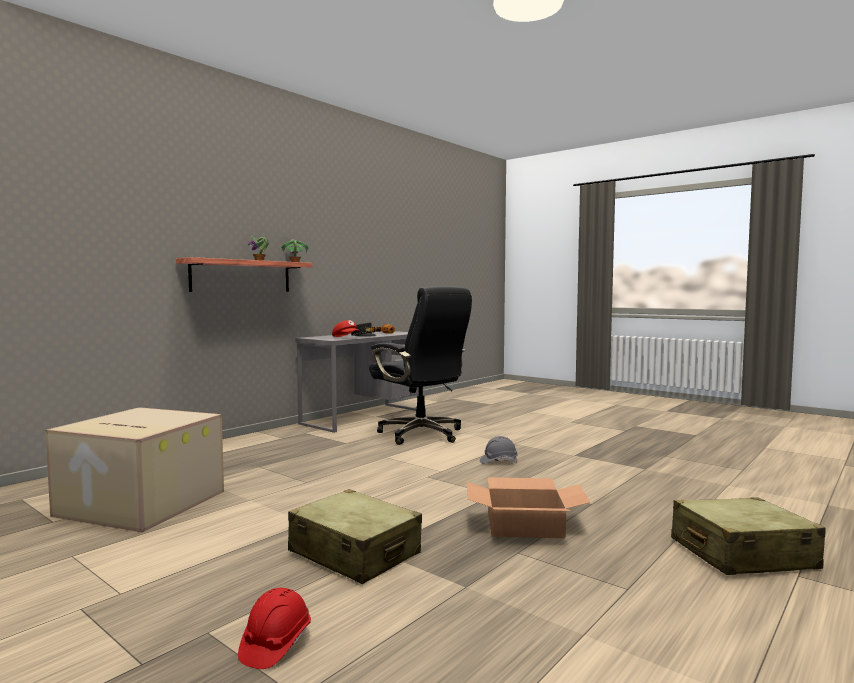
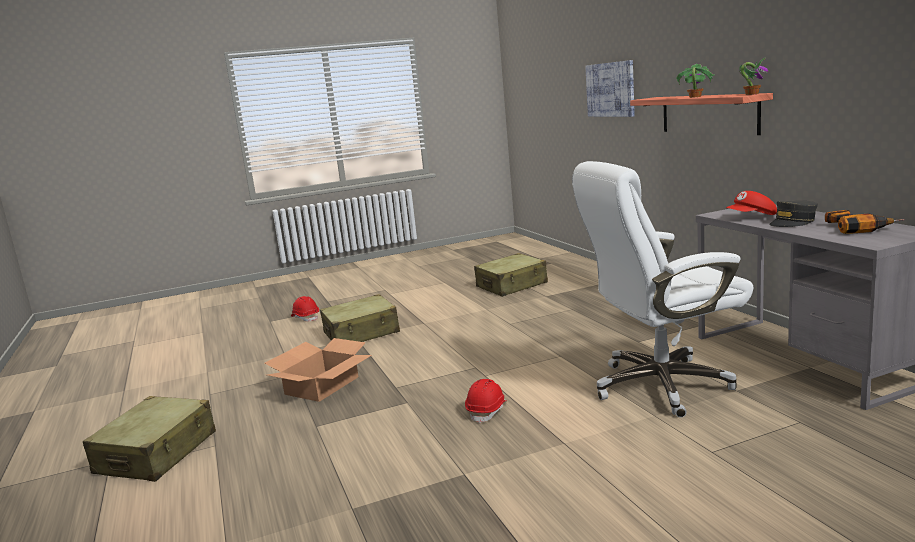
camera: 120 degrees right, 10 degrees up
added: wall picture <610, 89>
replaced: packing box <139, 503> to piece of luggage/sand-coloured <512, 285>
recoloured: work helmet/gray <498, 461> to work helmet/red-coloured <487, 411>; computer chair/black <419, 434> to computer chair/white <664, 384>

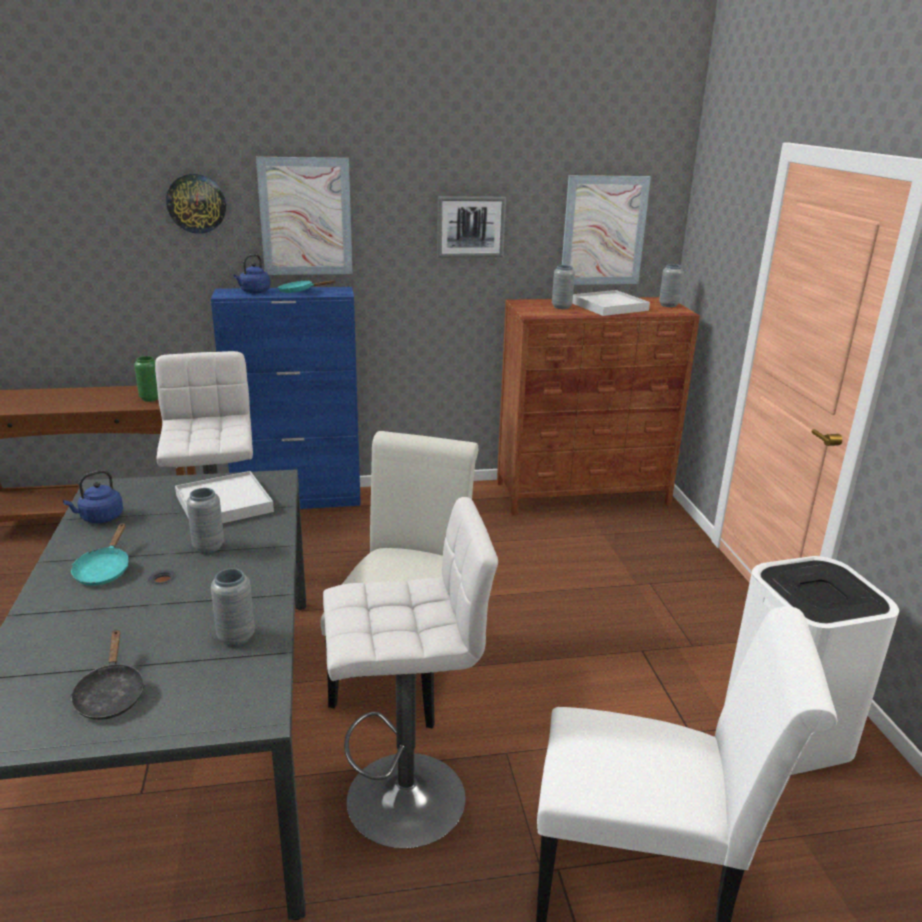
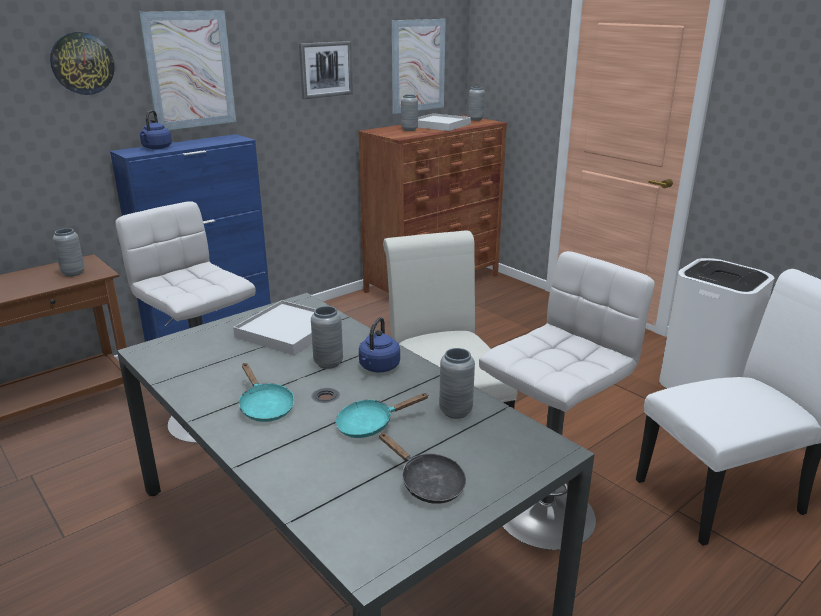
camera: 30 degrees left, 0 degrees up
moved: frying pan/turquoise-coloured <299, 292> to <370, 424>; tea kettle/blue <99, 518> to <378, 367>
recoloured: decorative vase/green-coloured <150, 398> to decorative vase/gray <73, 273>

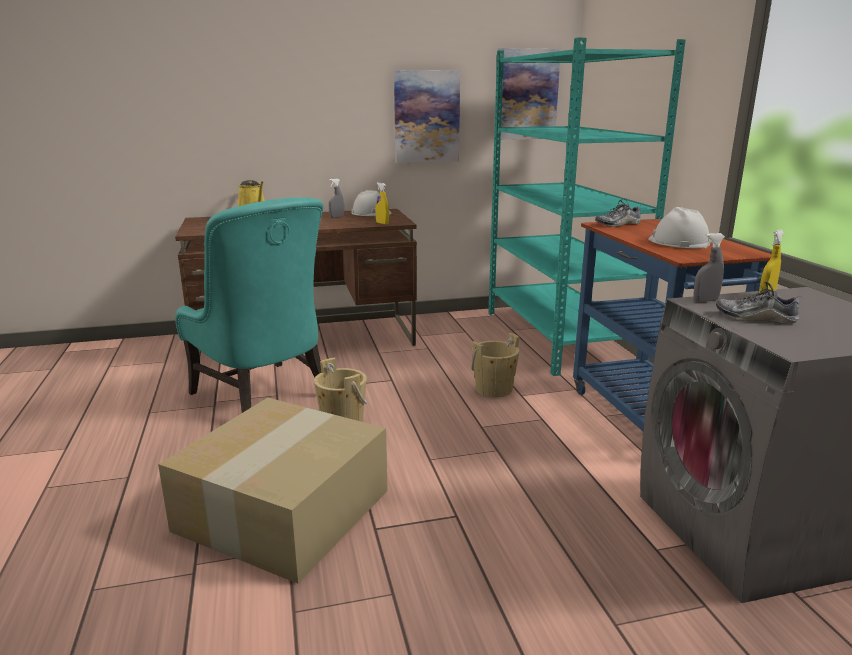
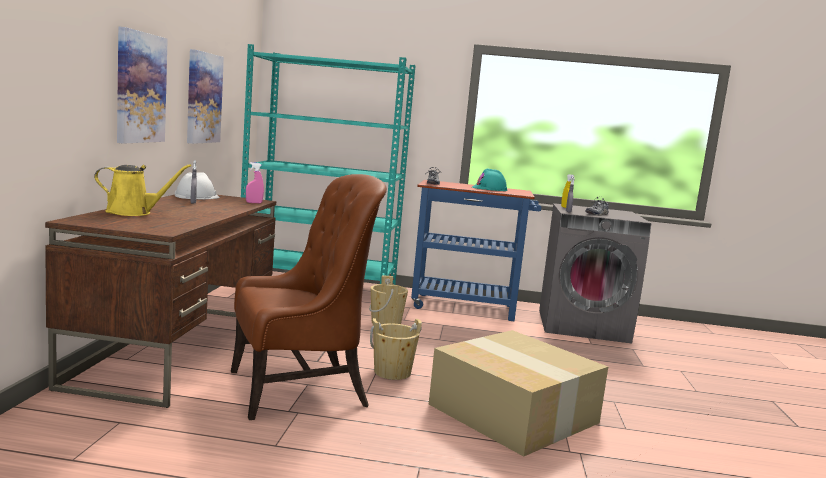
camera: 70 degrees left, 10 degrees down
moved: wall picture <526, 94> to <140, 88>
recoloured: chair/turquoise-coloured <264, 395> to chair/brown <300, 389>; spray bottle/yellowish <382, 223> to spray bottle/pinkish <254, 203>; work helmet/white <678, 242> to work helmet/turquoise-coloured <489, 189>

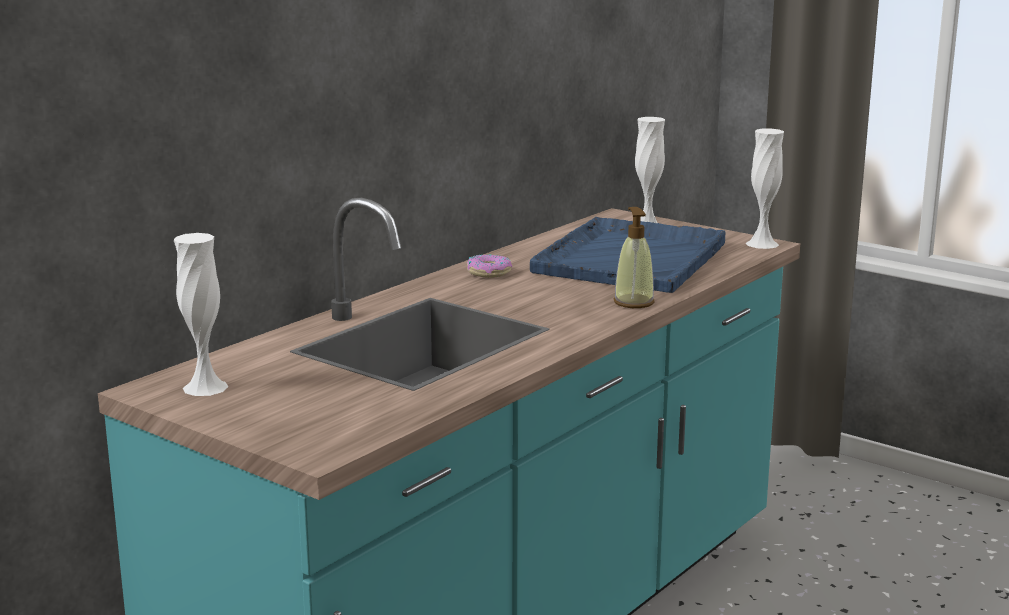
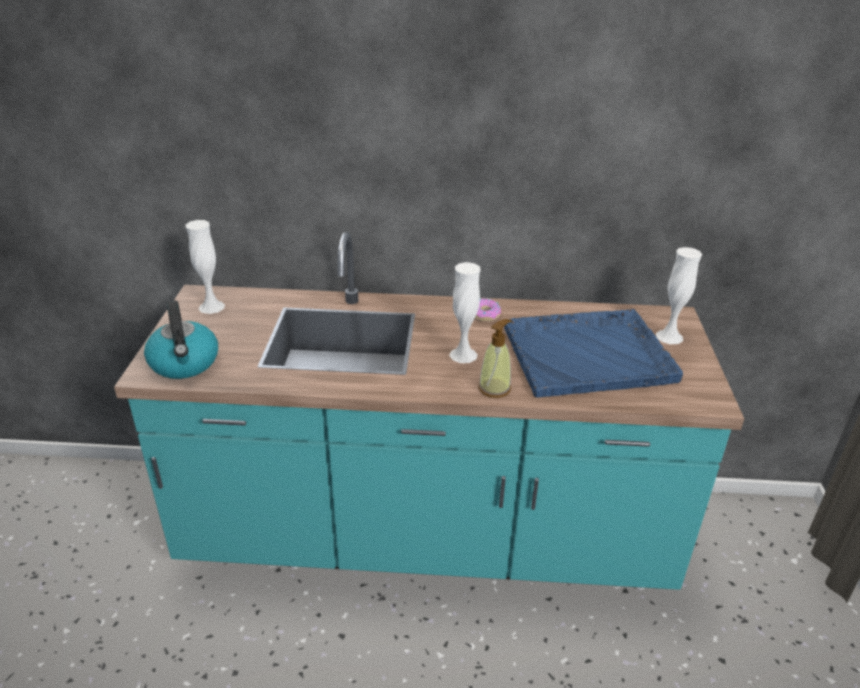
camera: 55 degrees right, 15 degrees up
added: tea kettle <185, 363>
moved: decorative vase/white <762, 244> to <463, 355>

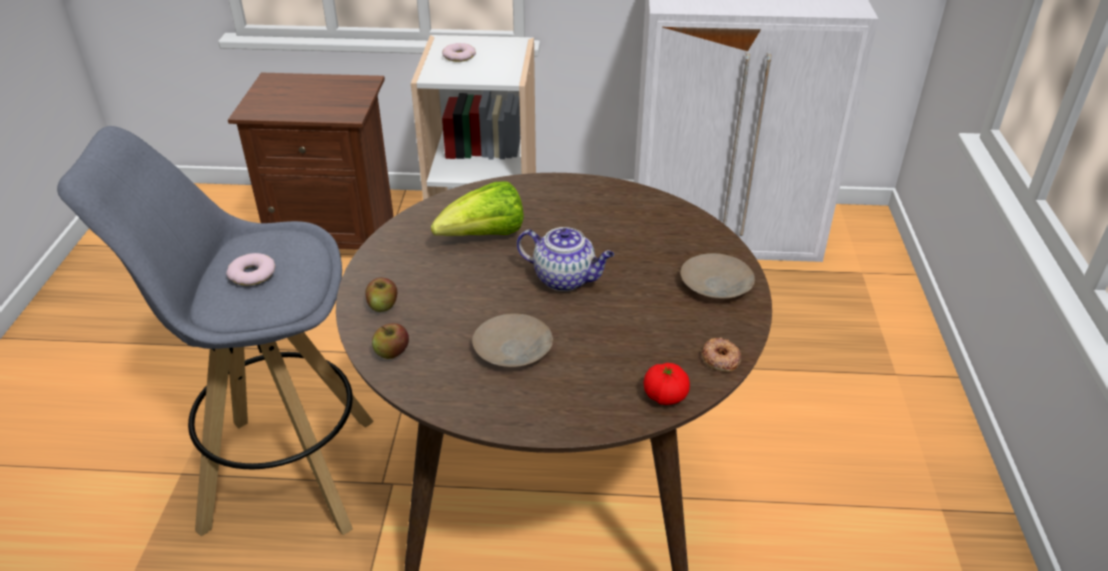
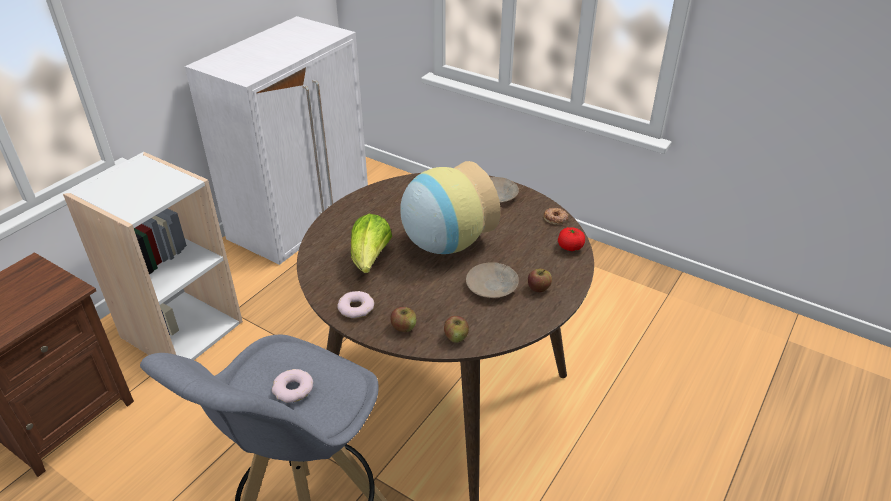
camera: 60 degrees left, 0 degrees up
added: whole apple <538, 288>
moved: ring doughnut <459, 56> to <356, 308>
replaced: pot for tea <565, 279> to decorative vase <444, 243>

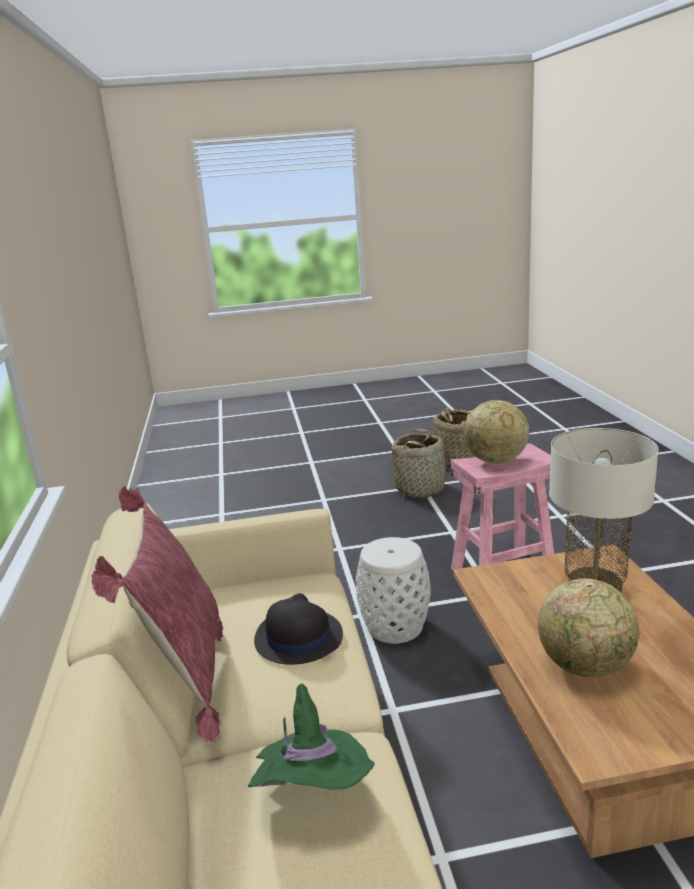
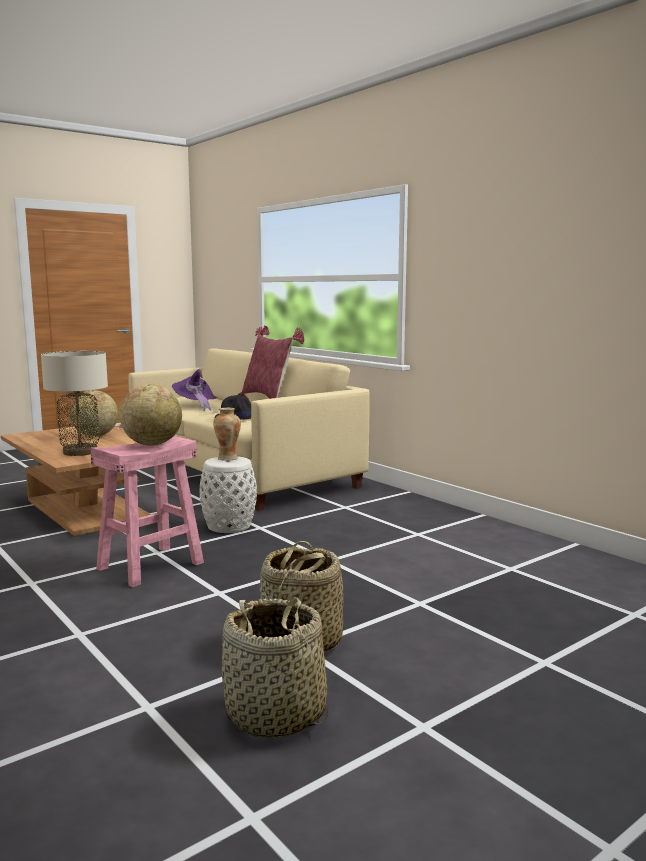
camera: 150 degrees right, 10 degrees down
added: decorative vase <228, 458>
recoloured: wearable hat/green-coloured <314, 794> to wearable hat/purple <195, 406>

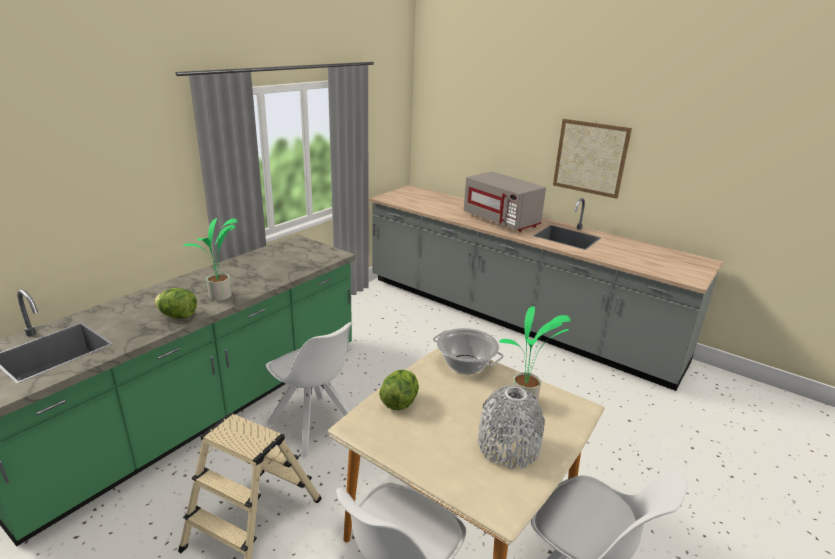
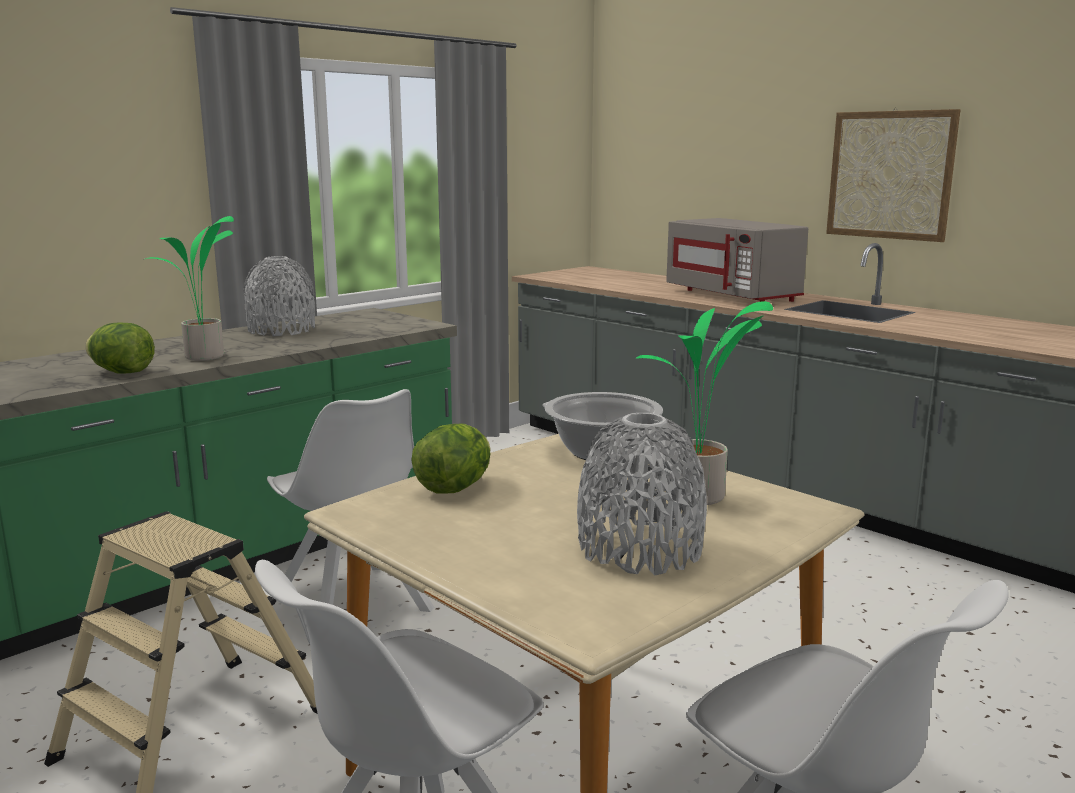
camera: 10 degrees right, 10 degrees down
added: decorative vase/gray <281, 330>

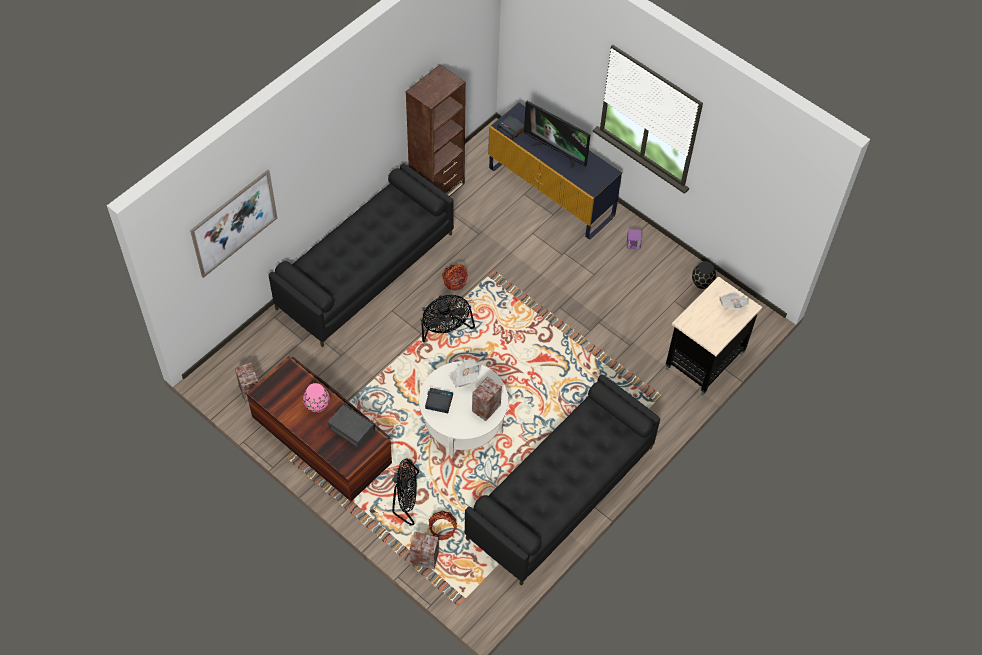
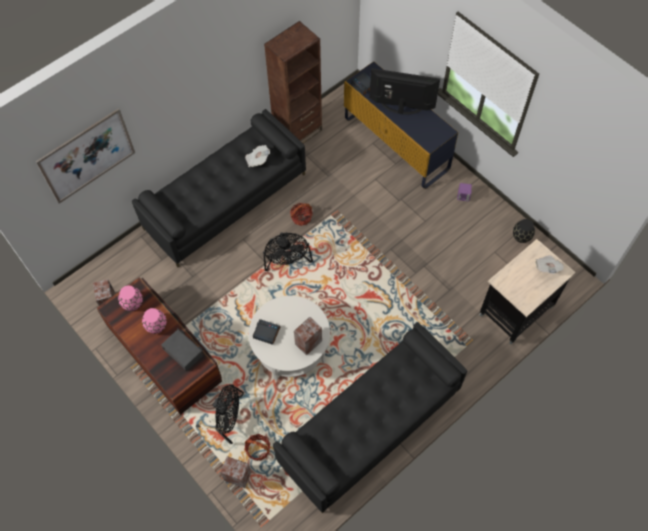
camera: 10 degrees right, 5 degrees up
added: decorative vase/pinkish <132, 304>
moved: newspaper <464, 377> to <257, 160>
turned: TV <556, 151> = <401, 108> 150 degrees clockwise

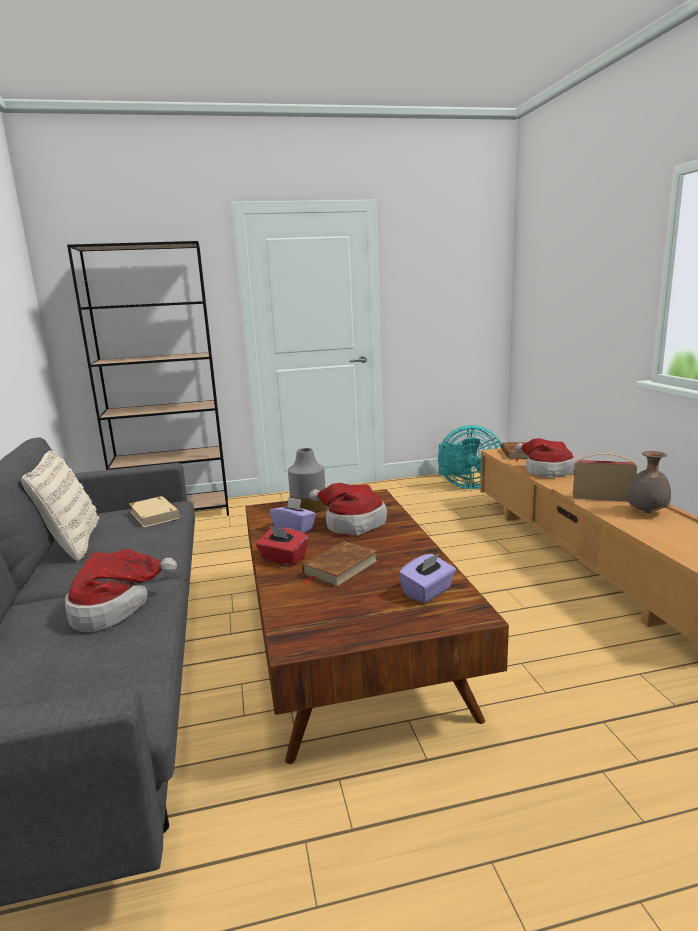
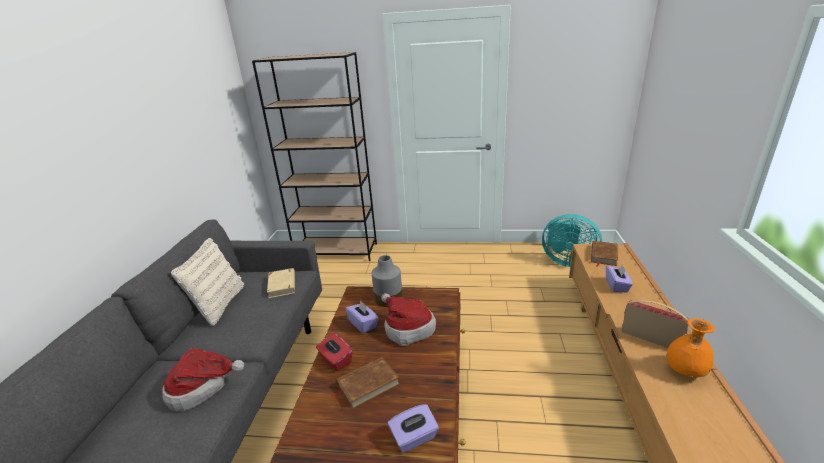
camera: 20 degrees right, 10 degrees up
replaced: wearable hat <546, 471> to tissue box/purple <617, 286>
recoloured: decorative vase/gray <646, 512> to decorative vase/orange <684, 371>

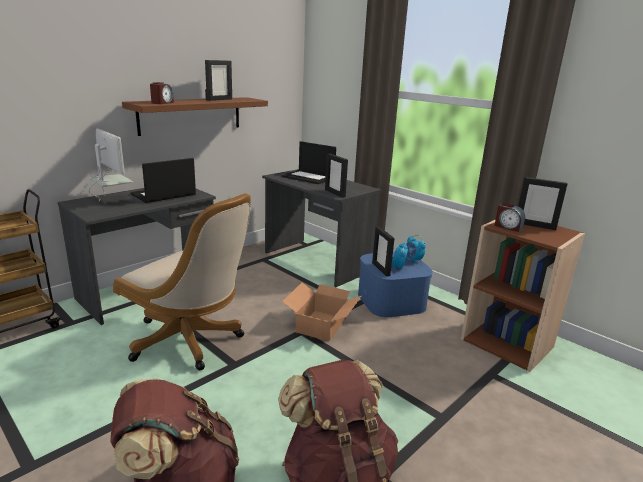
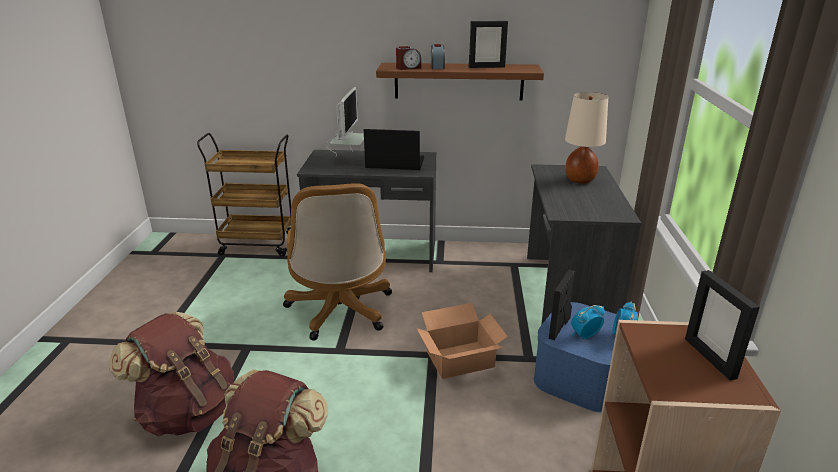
camera: 50 degrees right, 5 degrees up
removed: standing frame <335, 193>
moved: table clock <508, 227> to <437, 66>
replaced: portable computer <309, 177> to lamp for a table/sand-coloured <580, 180>

